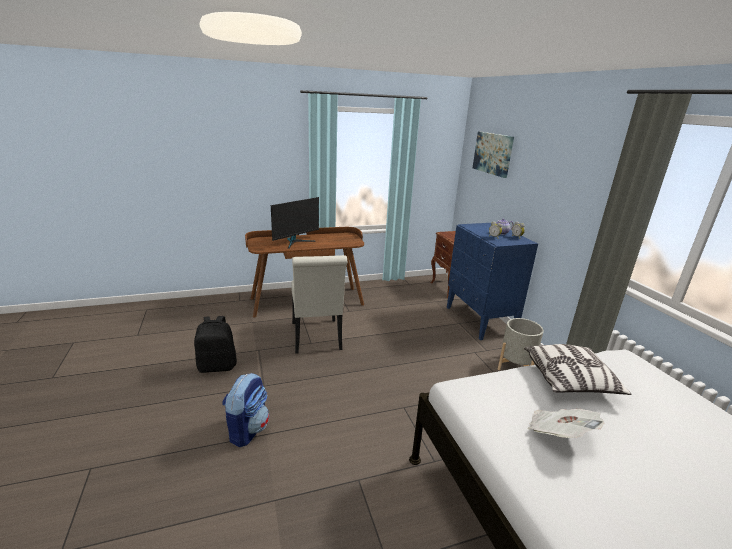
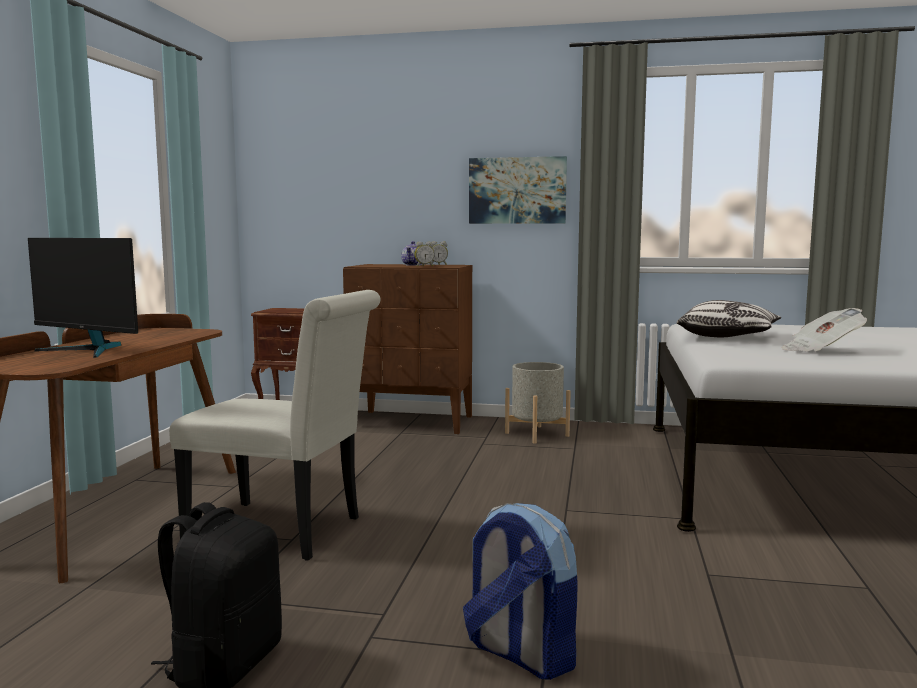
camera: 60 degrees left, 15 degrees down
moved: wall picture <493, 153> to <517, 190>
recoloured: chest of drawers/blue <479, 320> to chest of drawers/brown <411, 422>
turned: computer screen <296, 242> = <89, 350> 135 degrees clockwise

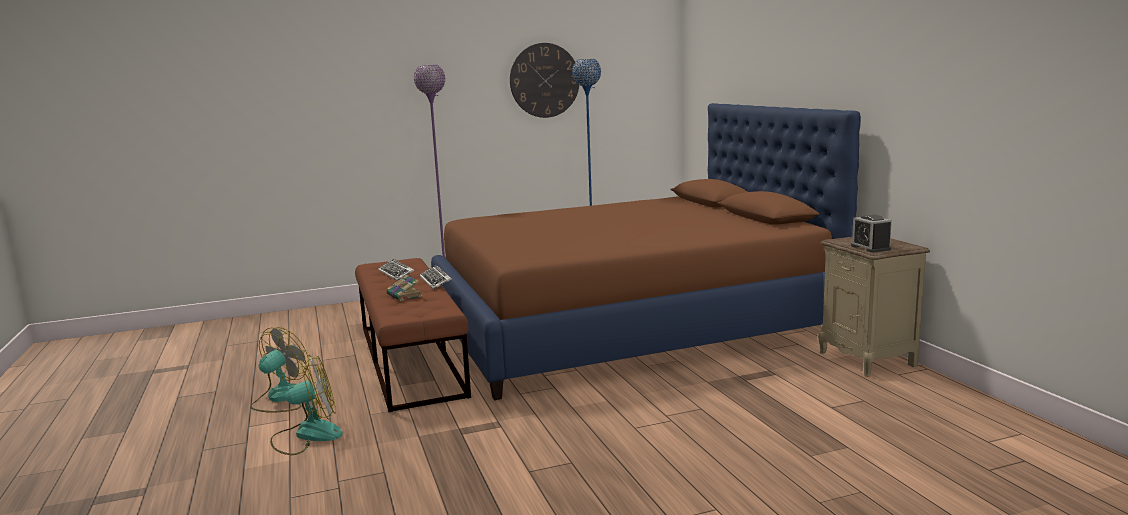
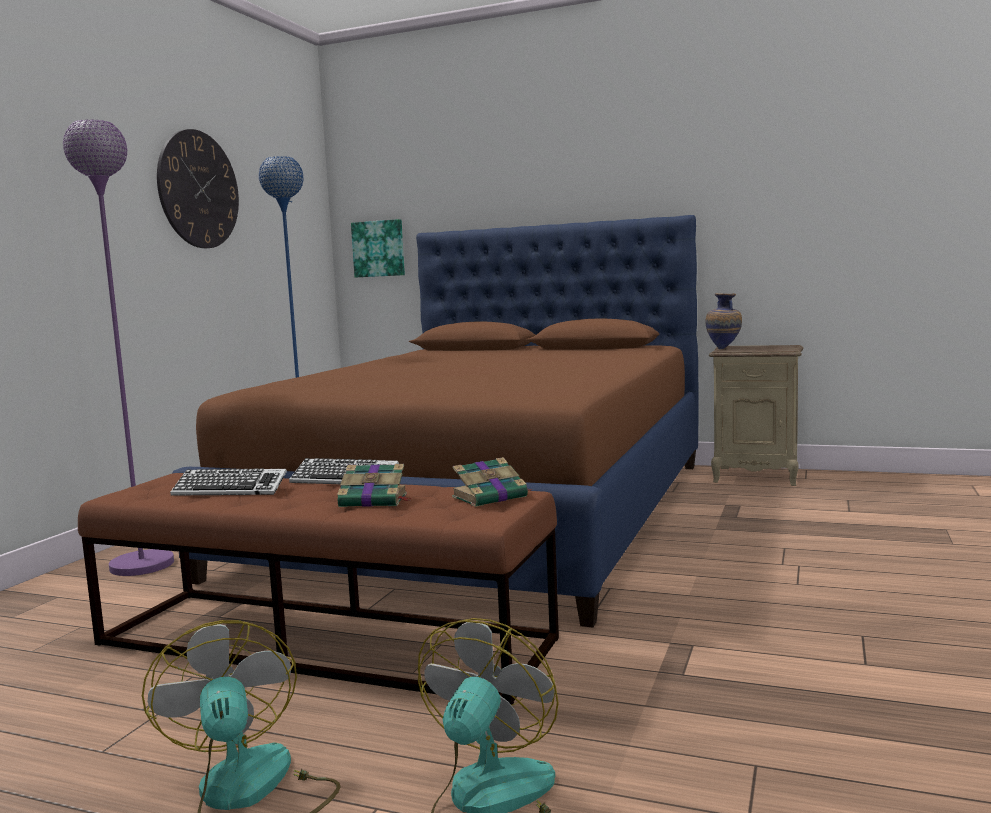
camera: 50 degrees left, 5 degrees down
removed: table clock <870, 248>
added: wall picture <379, 248>; book <491, 497>; decorative vase <724, 349>

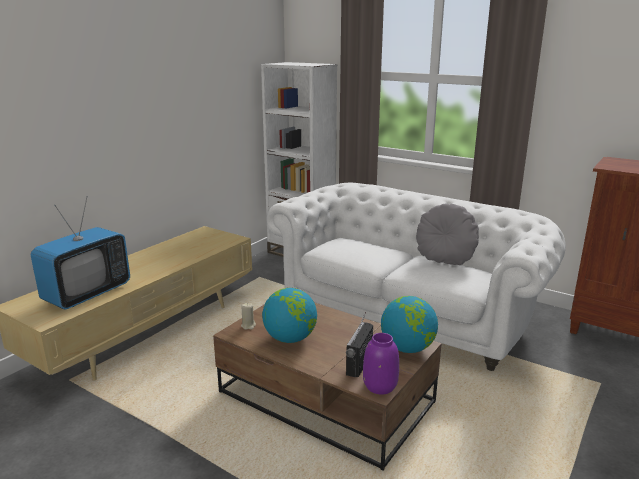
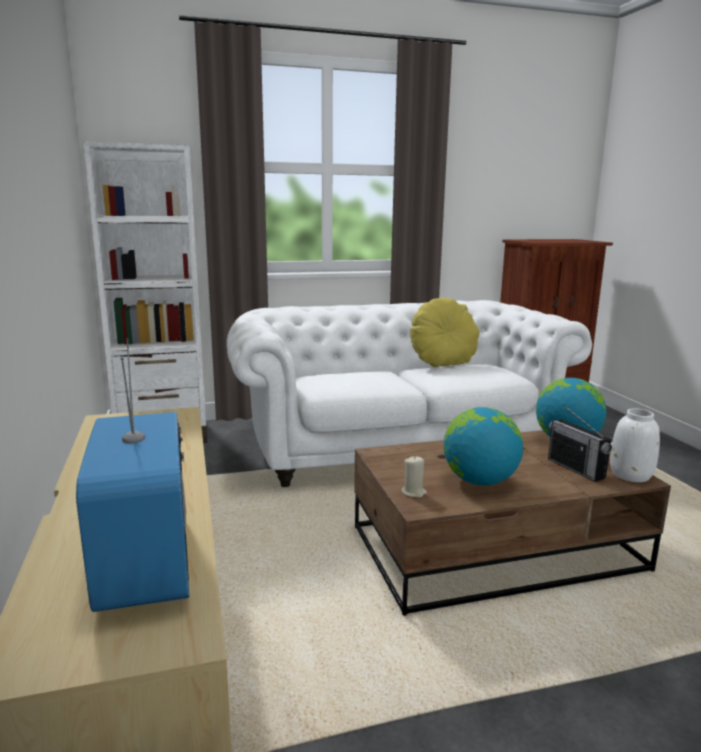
camera: 50 degrees left, 5 degrees down
recoloured: cushion/gray <445, 260> to cushion/yellowish <442, 364>; decorative vase/purple <380, 386> to decorative vase/white <631, 475>

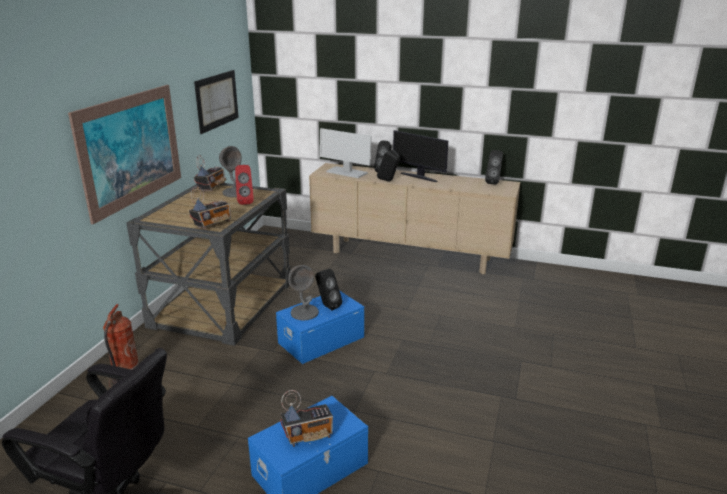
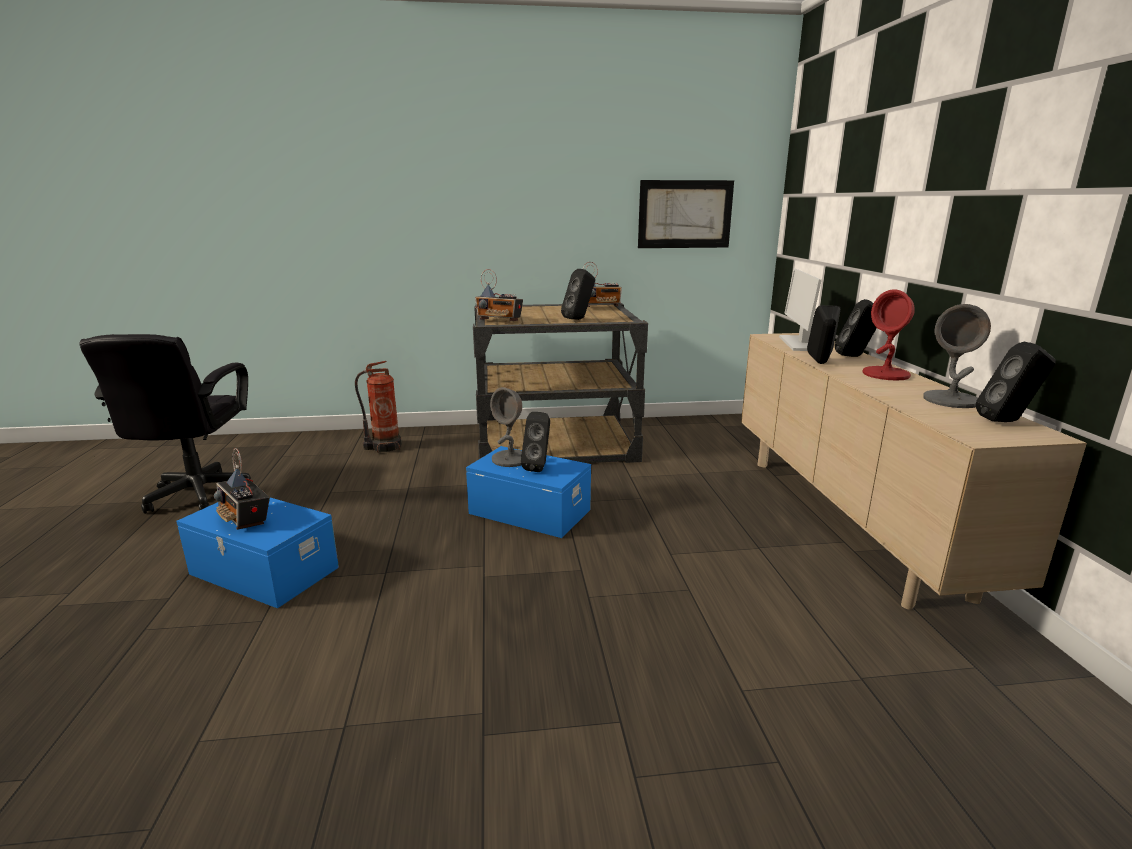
camera: 65 degrees right, 5 degrees down
removed: wall picture <131, 149>
moved: lamp for a table/gray <235, 192> to <951, 400>
replaced: computer screen <419, 177> to lamp for a table/red-coloured <886, 374>
recoloured: audio speaker/red-coloured <245, 202> to audio speaker/black <579, 319>

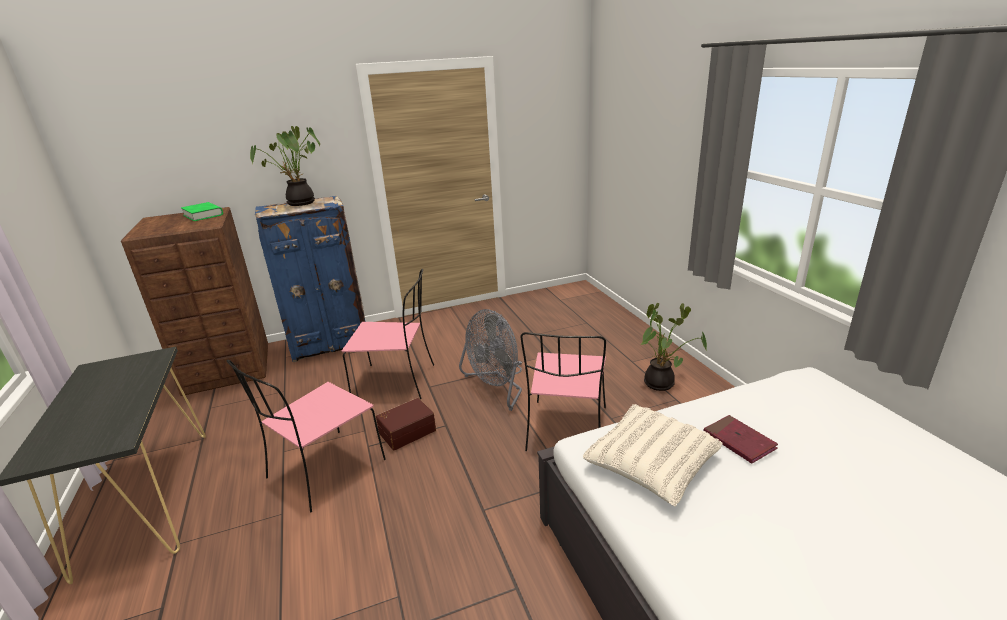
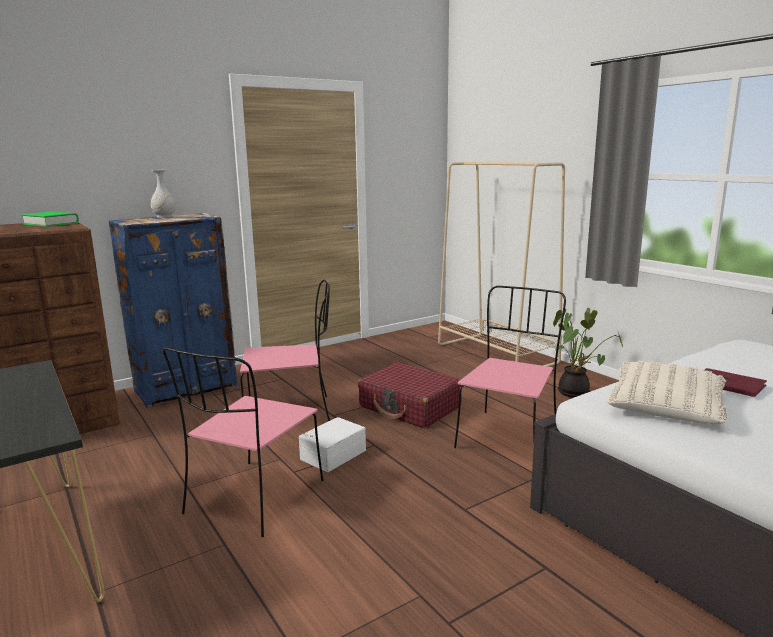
camera: 15 degrees left, 10 degrees down
added: clothes rack/sand-coloured <496, 354>
replaced: houseplant <299, 203> to decorative vase/white <164, 217>; electric fan/gray <498, 385> to piece of luggage/red-coloured <410, 407>
recoloured: storage box/brown <406, 431> to storage box/white <332, 454>
turned: chair/pinkish <567, 430> = <508, 436> 150 degrees counterclockwise

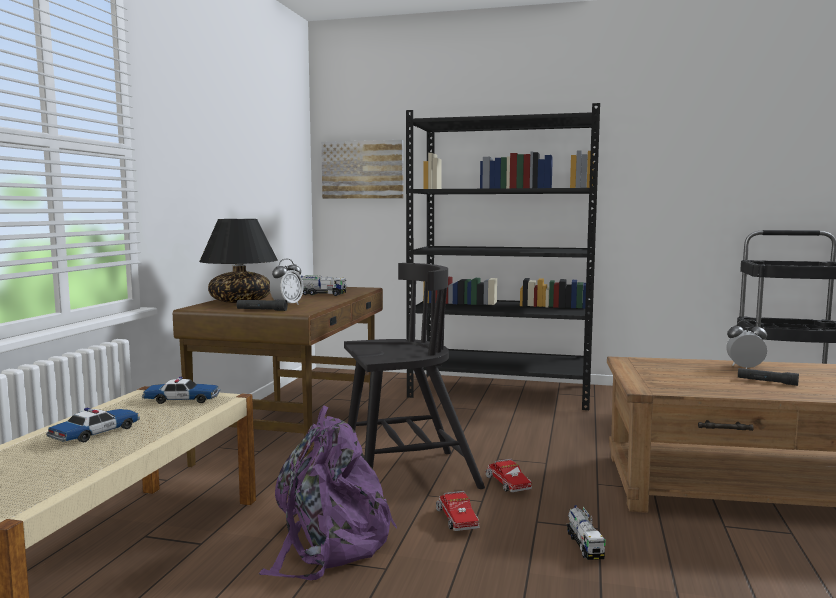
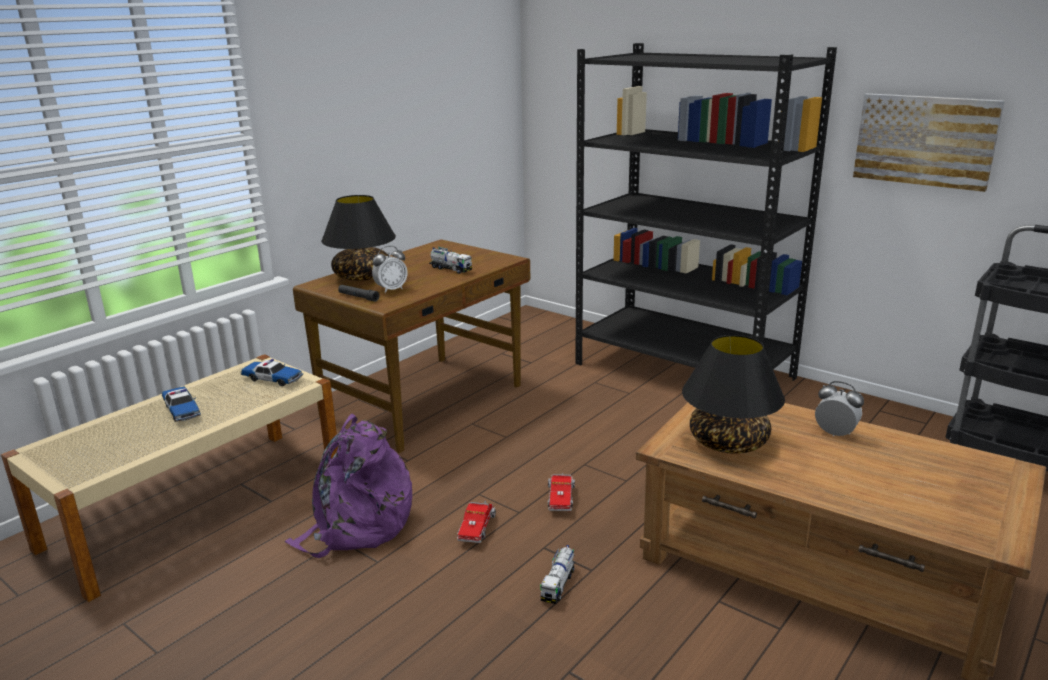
camera: 25 degrees right, 15 degrees up
removed: chair/black <406, 476>; hand torch/black <767, 382>
added: lamp for a table/black <729, 442>
moved: wall picture <363, 170> to <925, 140>
turned: model car <95, 433> = <182, 410> 90 degrees clockwise

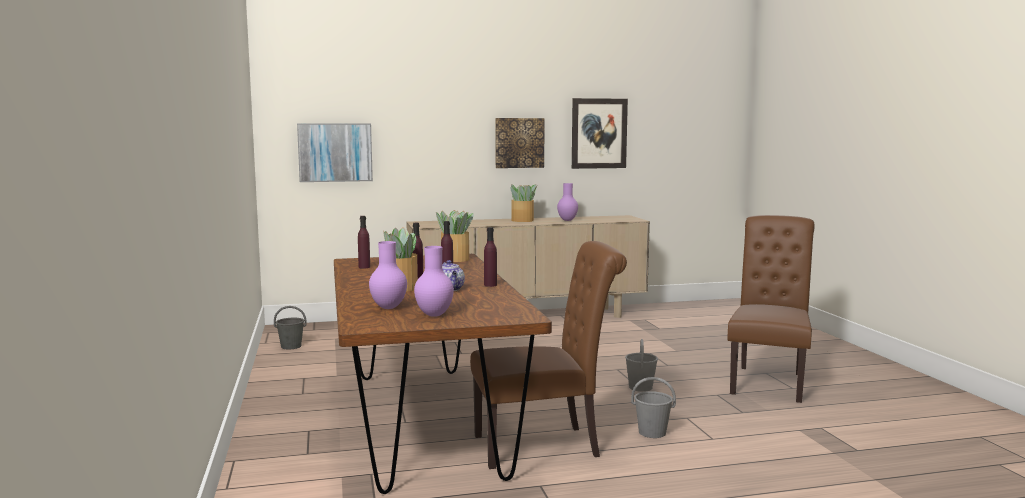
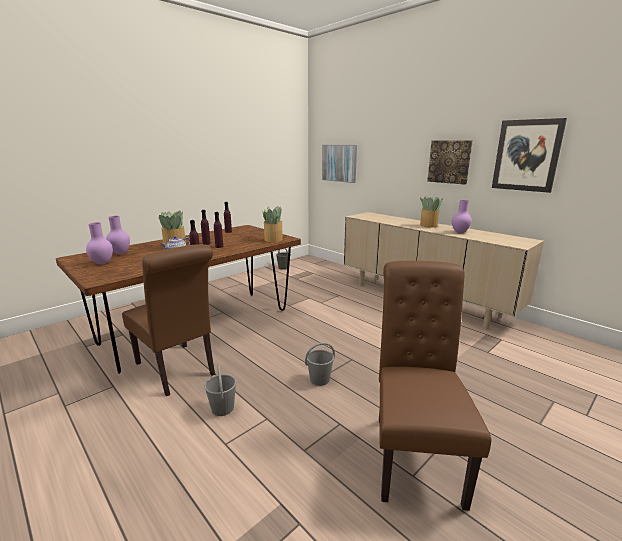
camera: 60 degrees right, 10 degrees up
turned: chair/brown <768, 381> = <414, 452> 75 degrees counterclockwise

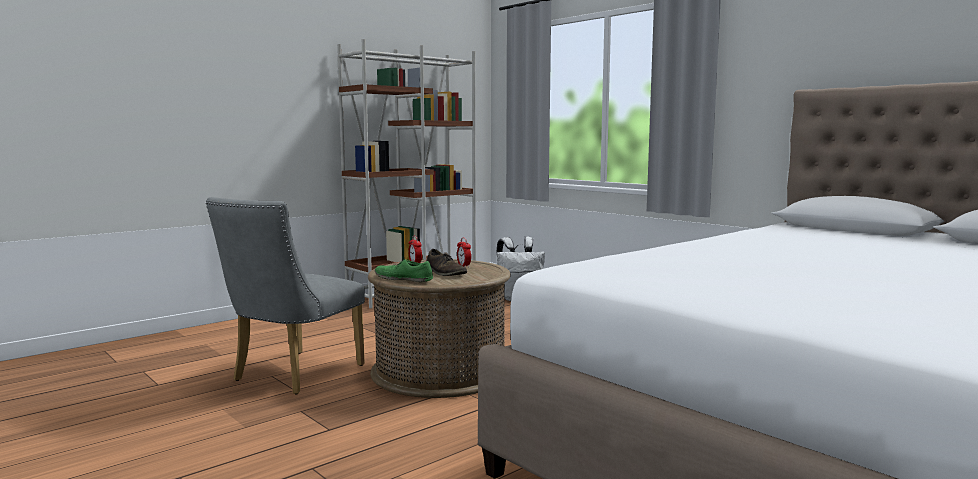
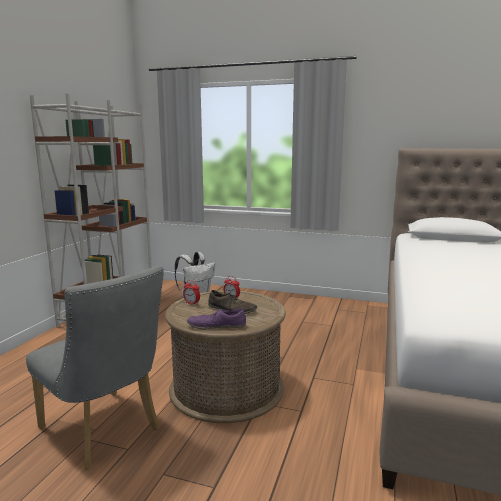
camera: 30 degrees left, 5 degrees up
recoloured: shoe/green-coloured <404, 279> to shoe/purple <216, 326>
turned: chair/gray <292, 375> = <105, 431> 45 degrees counterclockwise

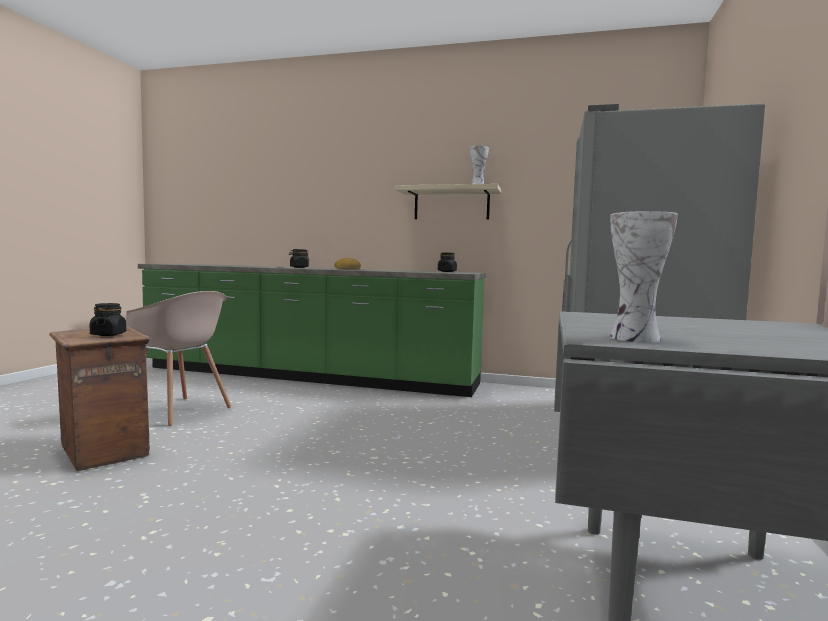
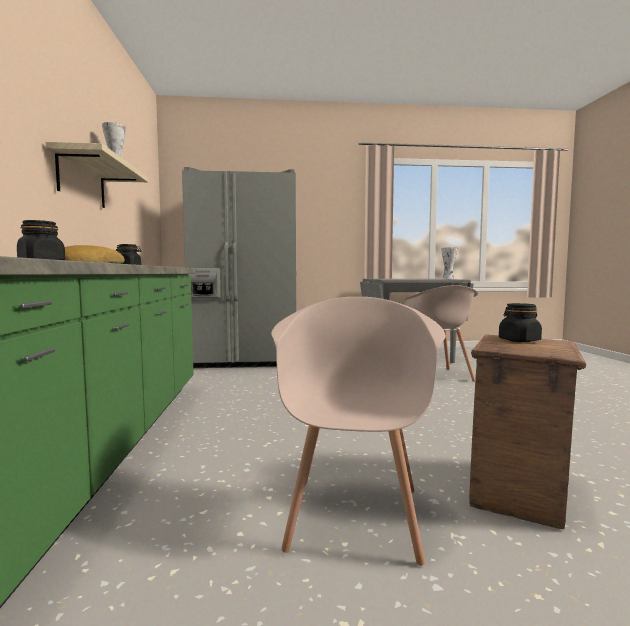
camera: 110 degrees left, 0 degrees up
added: chair/sand-coloured <437, 376>

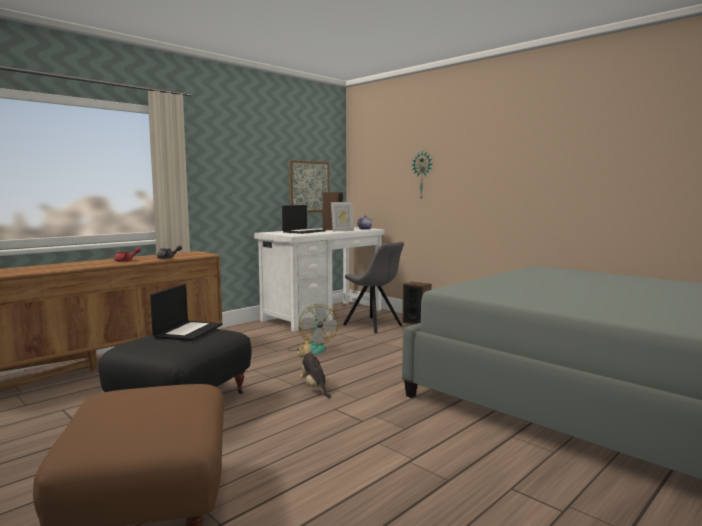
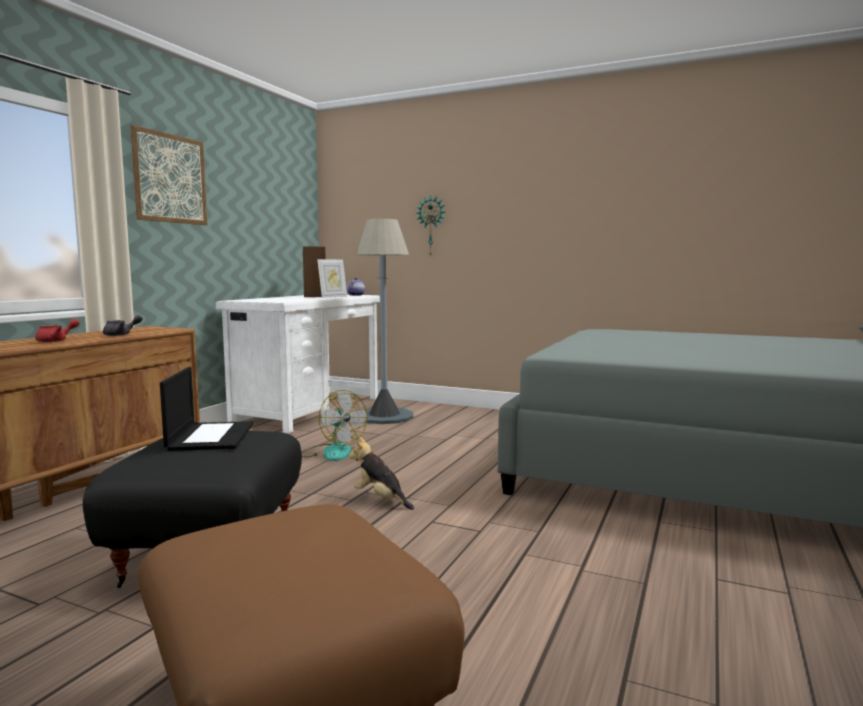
camera: 20 degrees left, 0 degrees up
removed: portable computer <304, 231>; audio speaker <416, 322>
moved: wall picture <309, 186> to <170, 177>
replaced: chair/gray <373, 325> to standing lamp/gray <384, 416>

